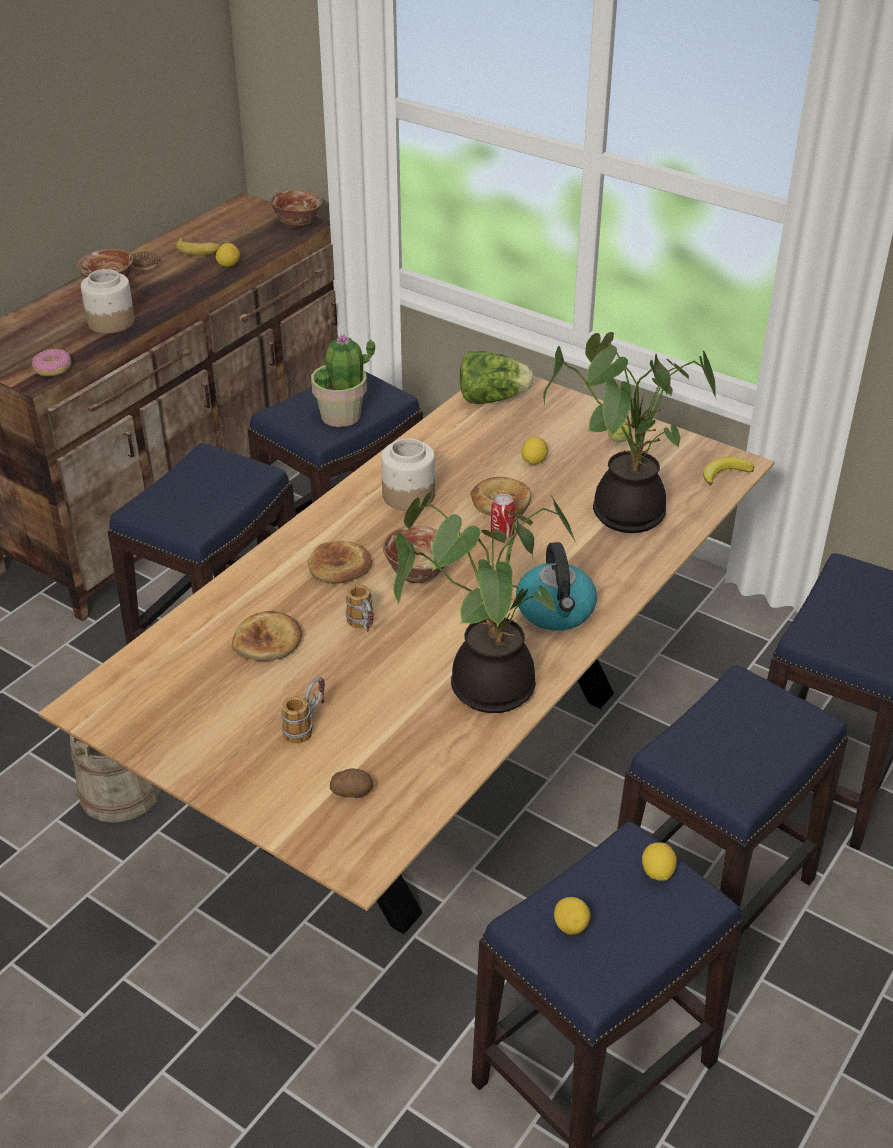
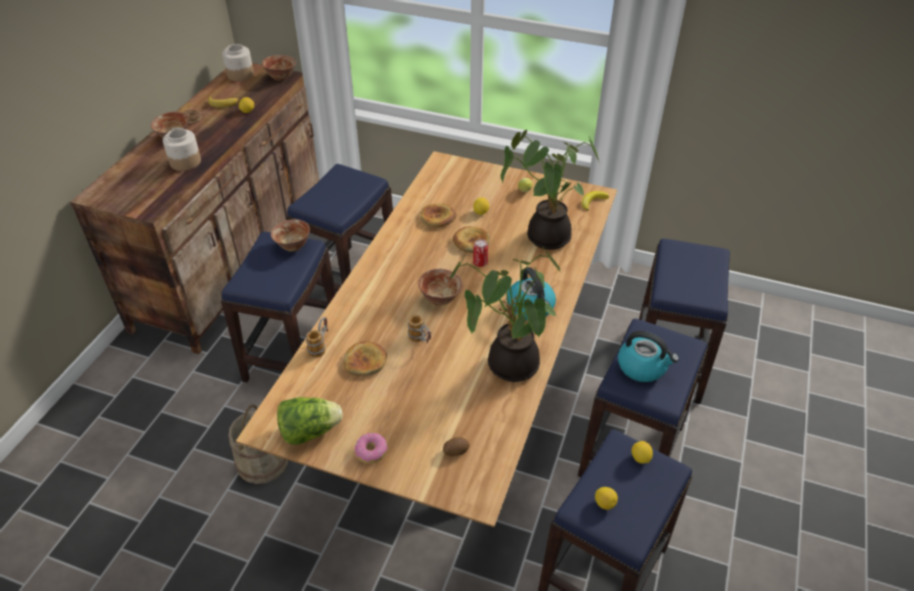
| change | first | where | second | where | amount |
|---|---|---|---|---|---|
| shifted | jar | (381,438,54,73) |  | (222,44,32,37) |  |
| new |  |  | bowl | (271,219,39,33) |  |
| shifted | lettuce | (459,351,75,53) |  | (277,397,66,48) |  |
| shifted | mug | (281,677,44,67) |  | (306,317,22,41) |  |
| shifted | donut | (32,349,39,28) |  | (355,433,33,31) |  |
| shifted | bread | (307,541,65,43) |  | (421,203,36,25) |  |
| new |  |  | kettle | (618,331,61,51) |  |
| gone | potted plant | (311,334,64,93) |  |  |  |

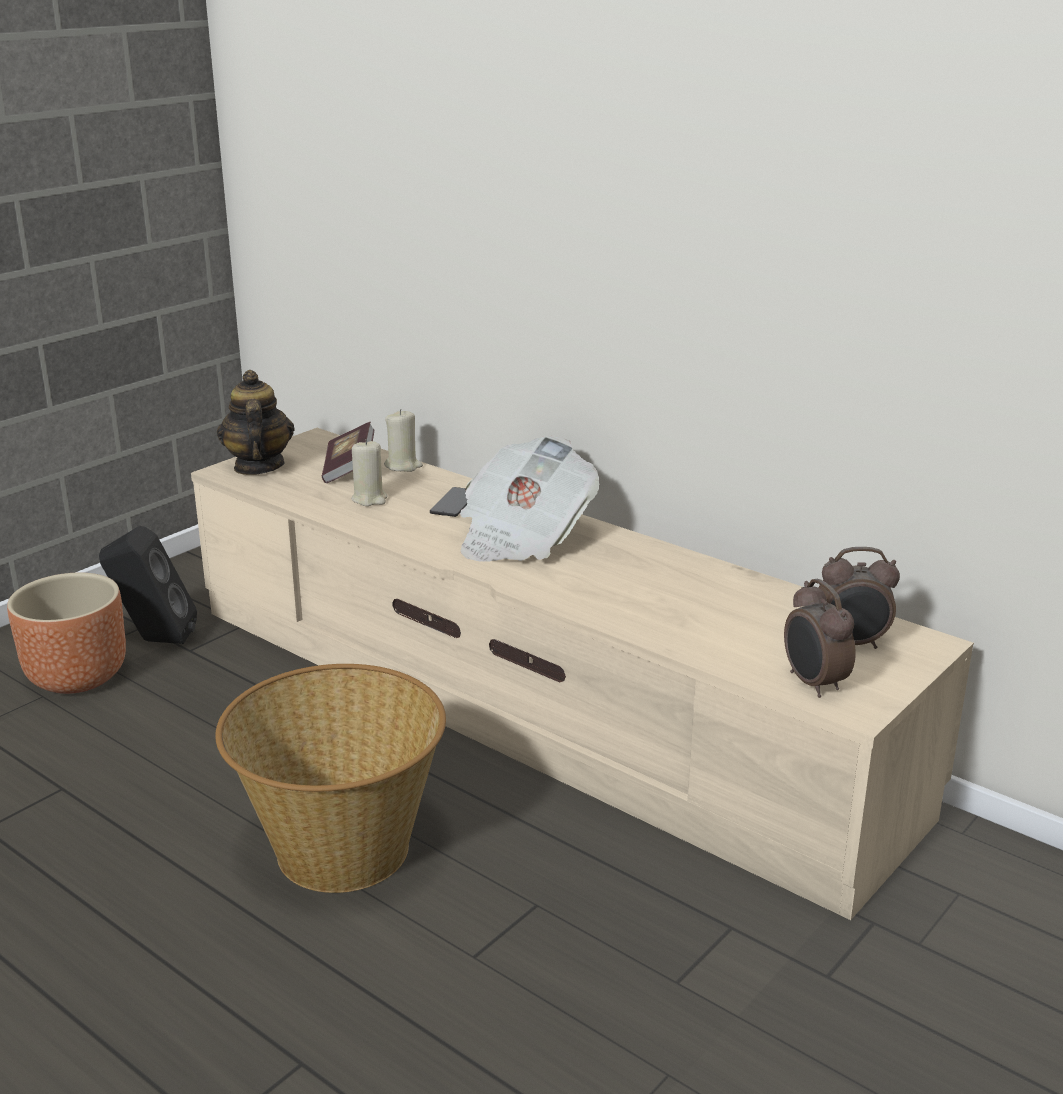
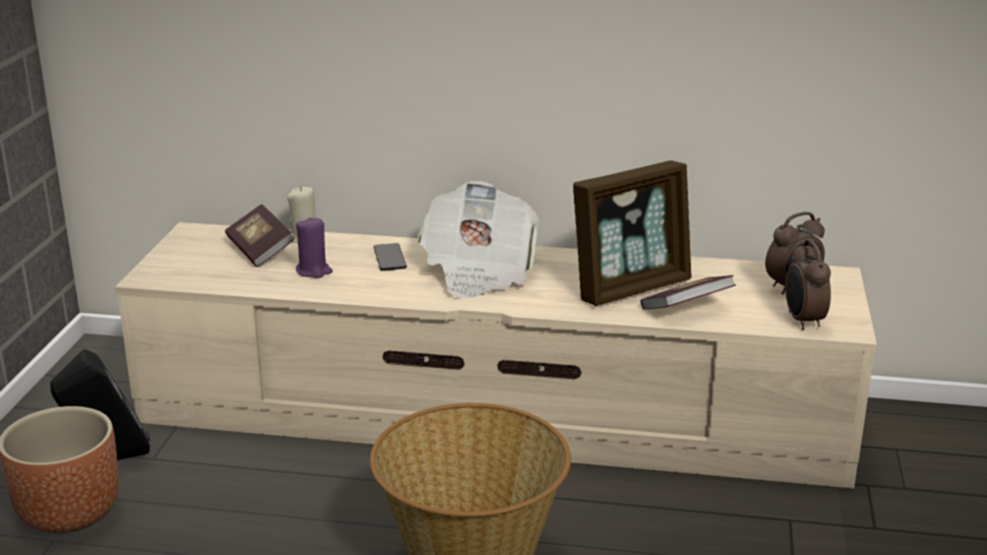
| change | first | where | second | where | amount |
|---|---|---|---|---|---|
| repainted | candle in beige | (351,439,37,67) | candle in purple | (296,217,37,61) |  |
| new |  |  | picture frame | (573,160,119,146) |  |
| new |  |  | book | (641,275,95,35) |  |
| rotated | alarm clock | (784,579,72,119) |  | (785,239,46,91) | 45 degrees clockwise |
| gone | teapot | (217,370,78,105) |  |  |  |

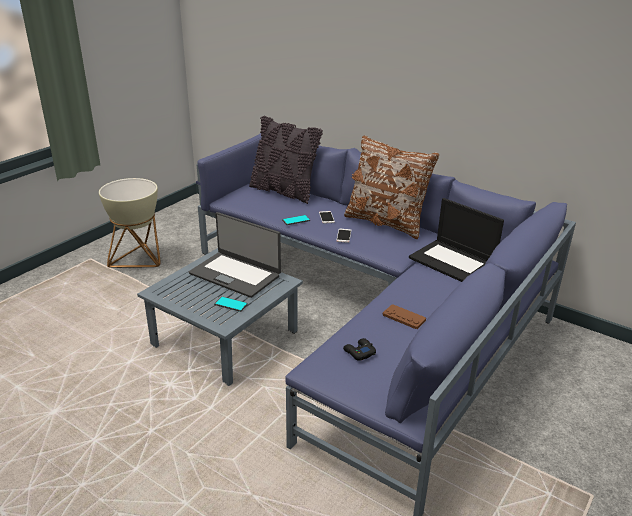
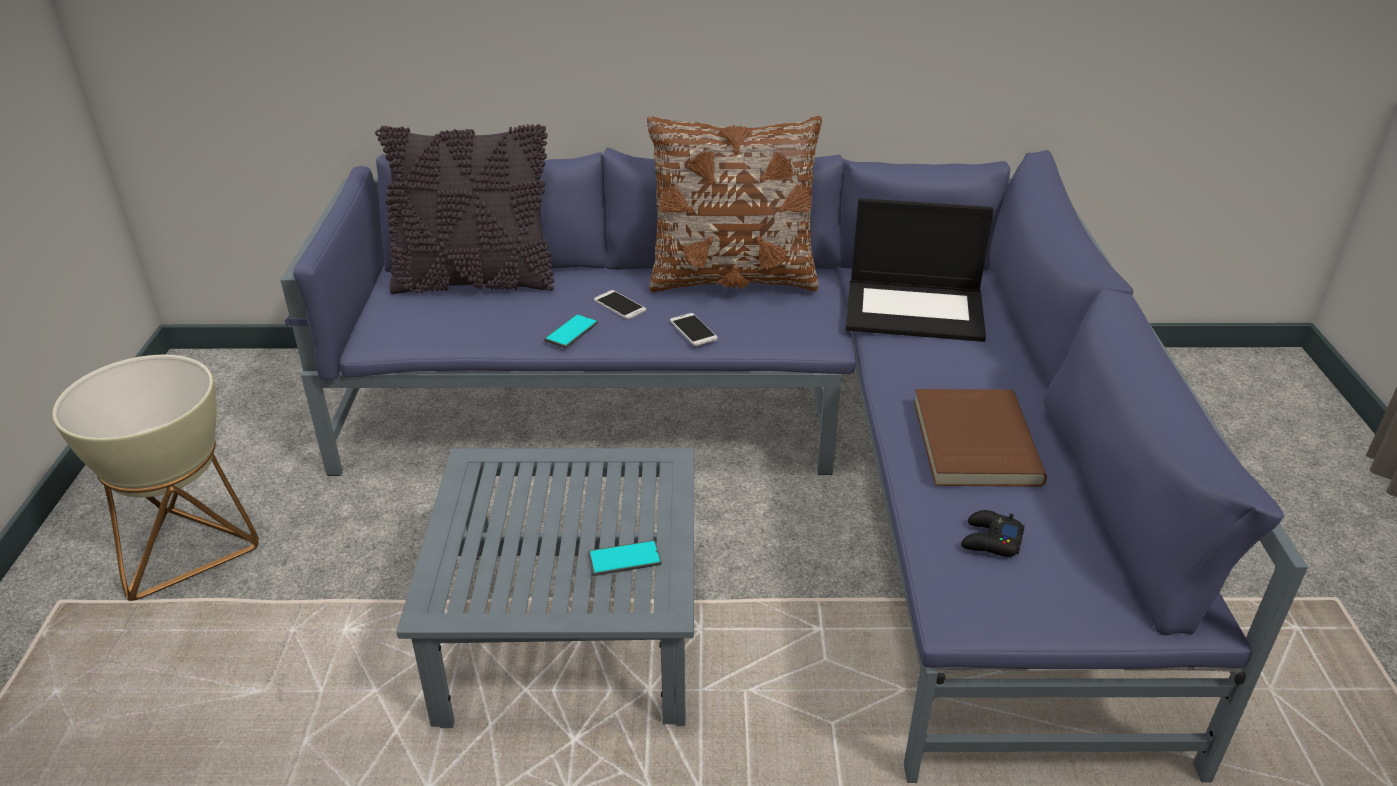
| change | first | where | second | where | amount |
|---|---|---|---|---|---|
| swapped | game controller in brown | (383,305,43,24) | book in brown | (914,389,133,98) |  |
| gone | laptop | (189,212,92,86) |  |  |  |

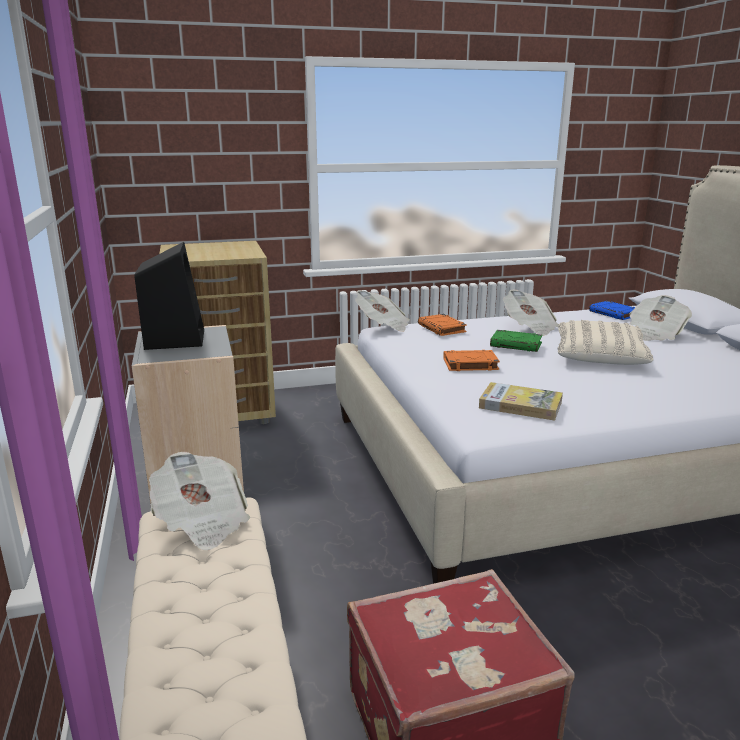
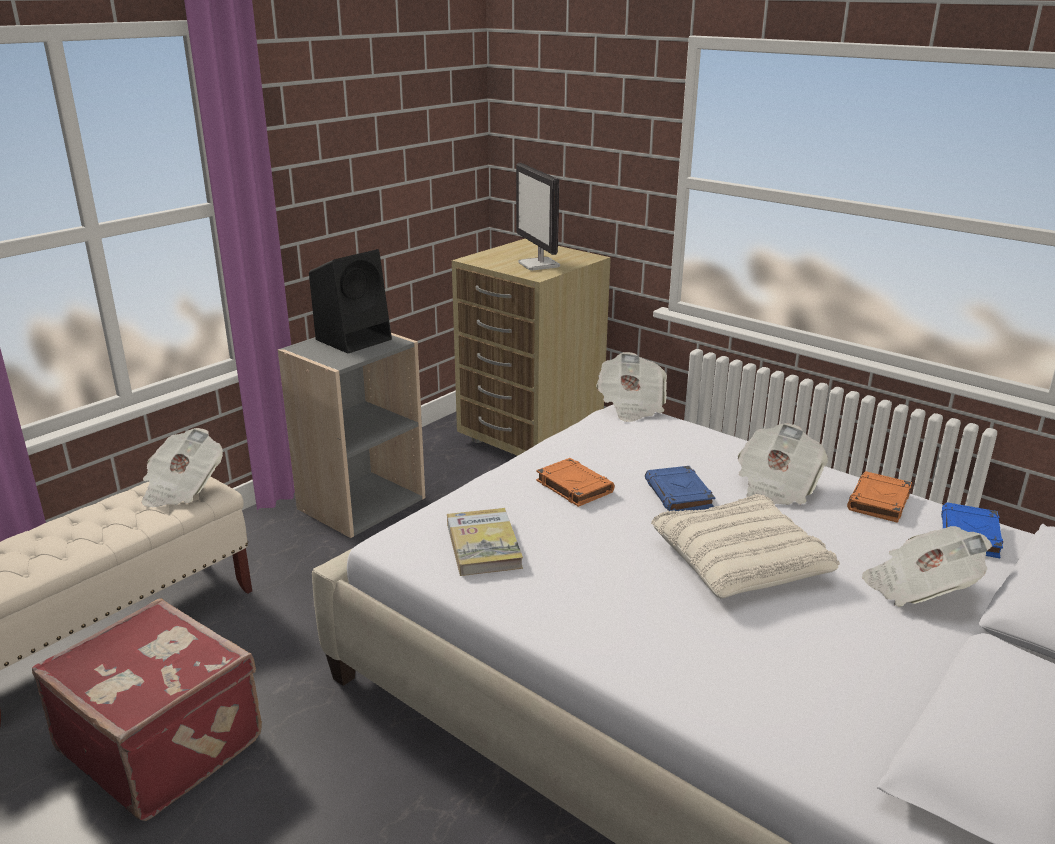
| change | first | where | second | where | amount |
|---|---|---|---|---|---|
| new |  |  | monitor | (516,163,44,107) |  |
| repainted | book in green | (490,330,53,22) | book in blue | (645,466,70,45) |  |
| shifted | book in orange | (418,314,49,22) |  | (847,471,65,52) |  |

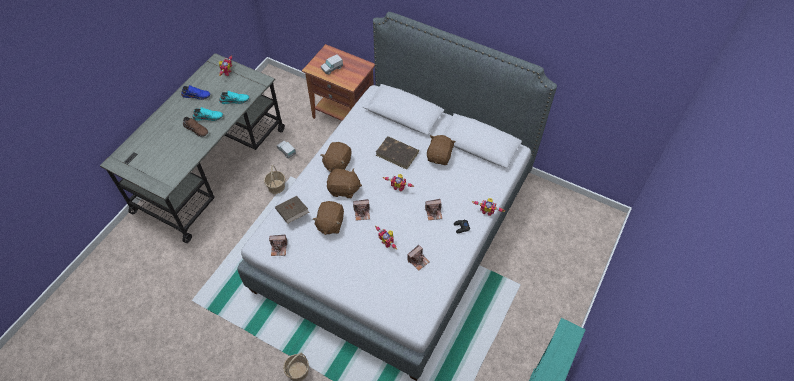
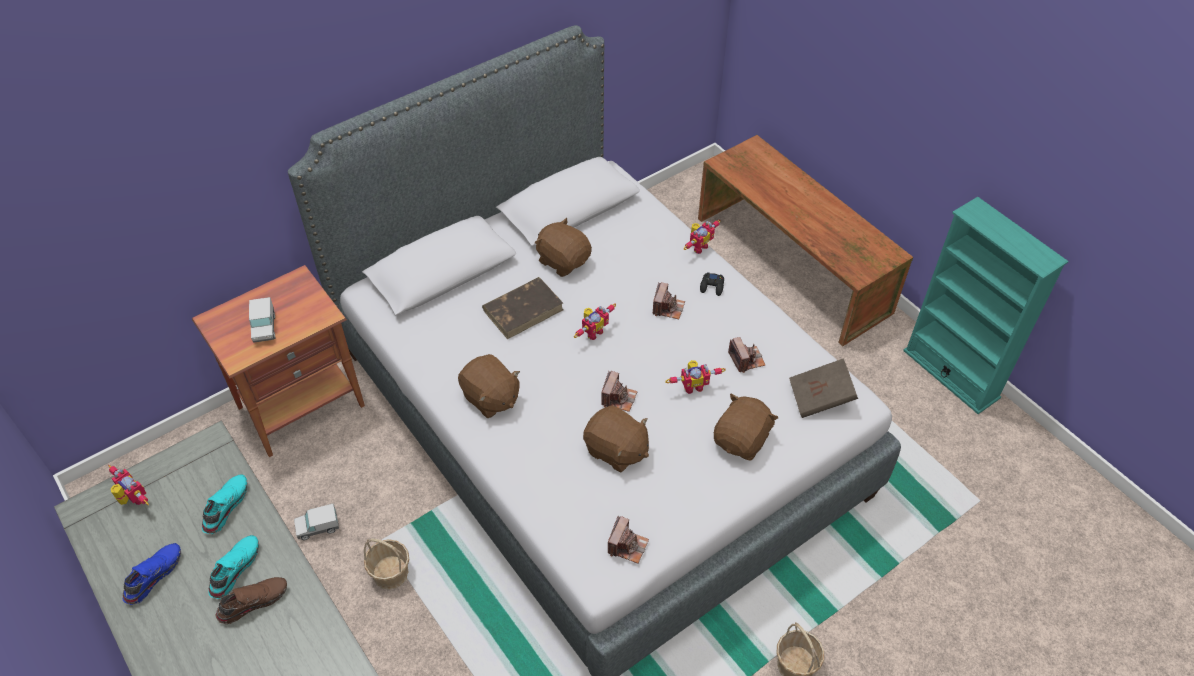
| change | first | where | second | where | amount |
|---|---|---|---|---|---|
| new |  |  | bench in brown | (698,135,215,211) |  |
| shifted | plush toy in brown | (327,168,35,30) |  | (714,393,64,68) |  |
| shifted | book in brown | (275,196,34,28) |  | (789,358,69,60) |  |

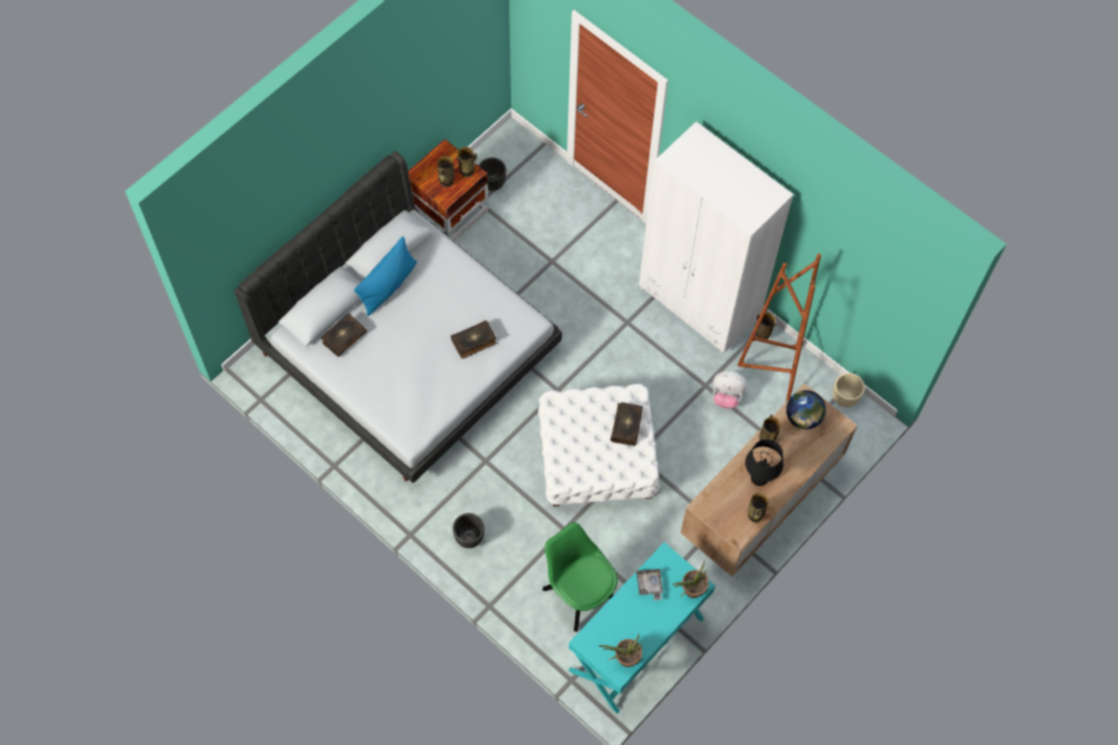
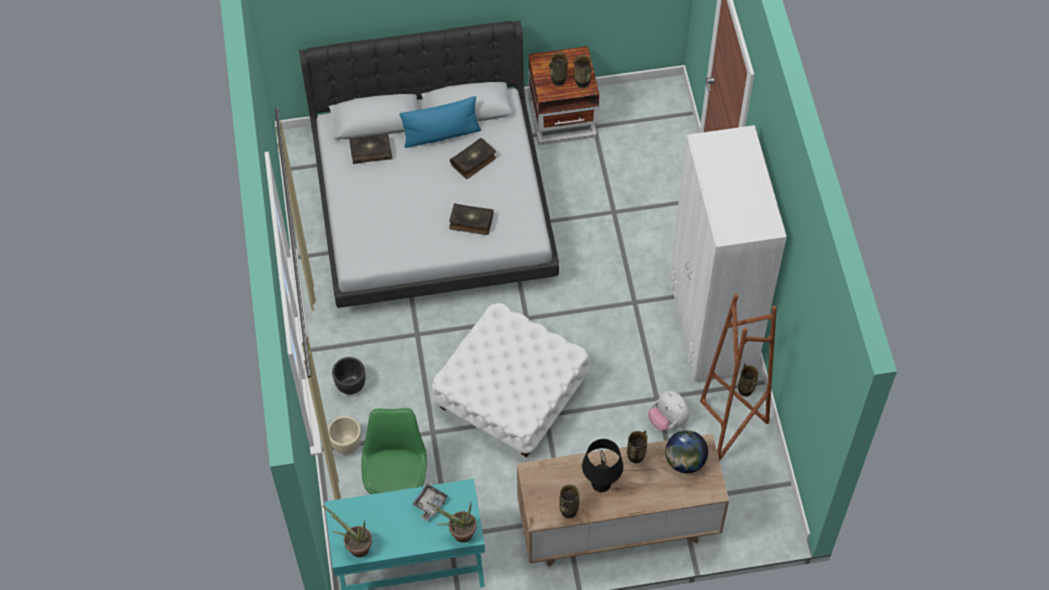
| change | first | where | second | where | amount |
|---|---|---|---|---|---|
| shifted | planter in beige | (833,373,32,34) |  | (328,416,33,38) |  |
| shifted | book | (610,402,33,44) |  | (450,138,46,41) |  |
| gone | planter in black | (479,158,27,33) |  |  |  |

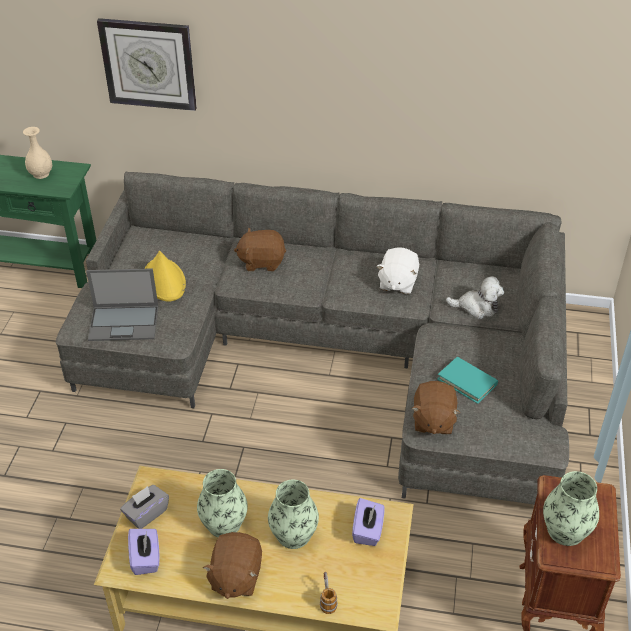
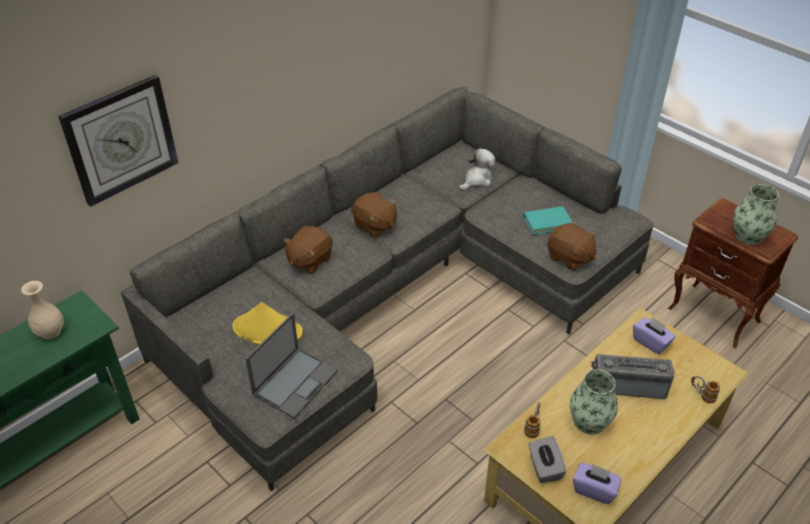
| change | first | where | second | where | amount |
|---|---|---|---|---|---|
| shifted | plush toy in brown | (203,532,59,67) |  | (351,192,46,46) |  |
| new |  |  | mug | (524,402,17,36) |  |
| swapped | vase | (268,479,51,70) | radio | (591,354,84,45) |  |
| gone | plush toy in white | (376,247,43,47) |  |  |  |

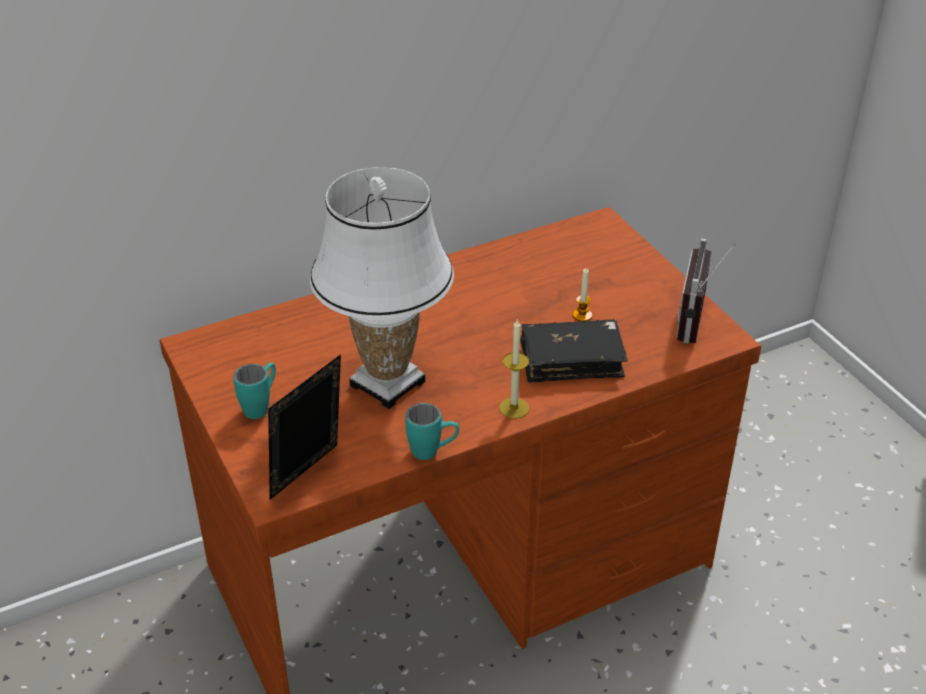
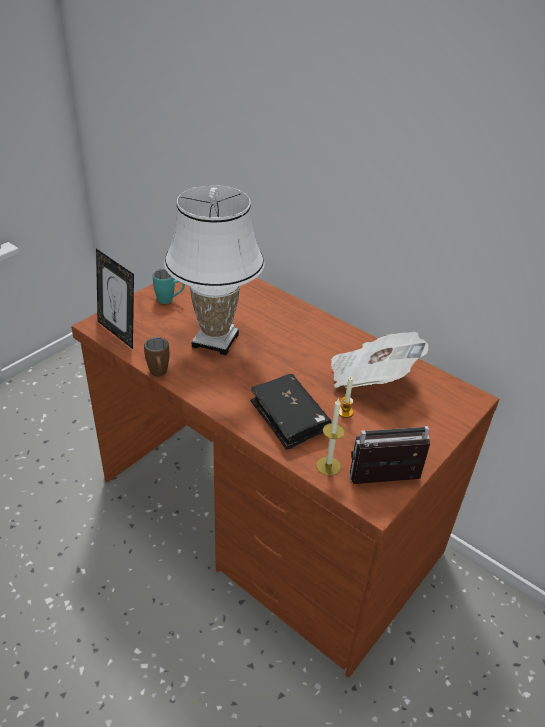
| change | first | where | second | where | amount |
|---|---|---|---|---|---|
| rotated | picture frame | (268,354,73,146) |  | (96,249,38,100) | 150 degrees counterclockwise |
| repainted | mug in turquoise | (405,403,54,57) | mug in brown | (144,337,26,39) |  |
| shifted | candle | (499,318,30,101) |  | (316,398,29,78) |  |
| new |  |  | newspaper | (331,332,97,56) |  |

